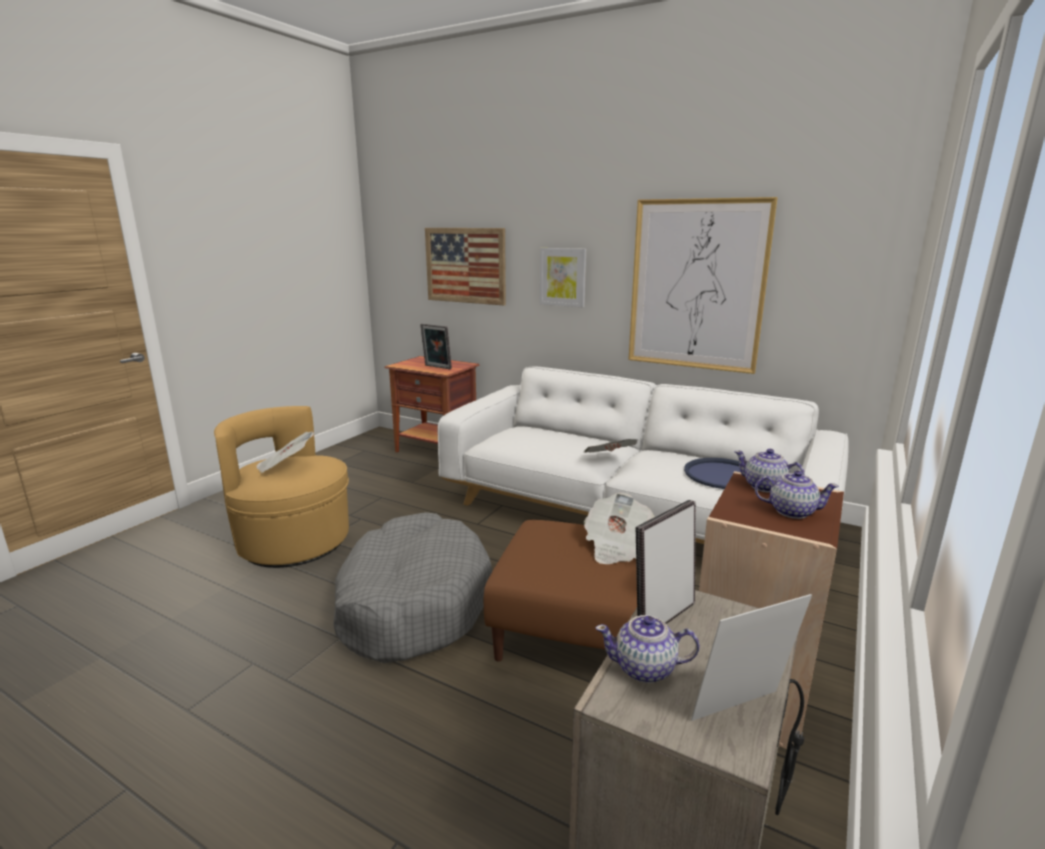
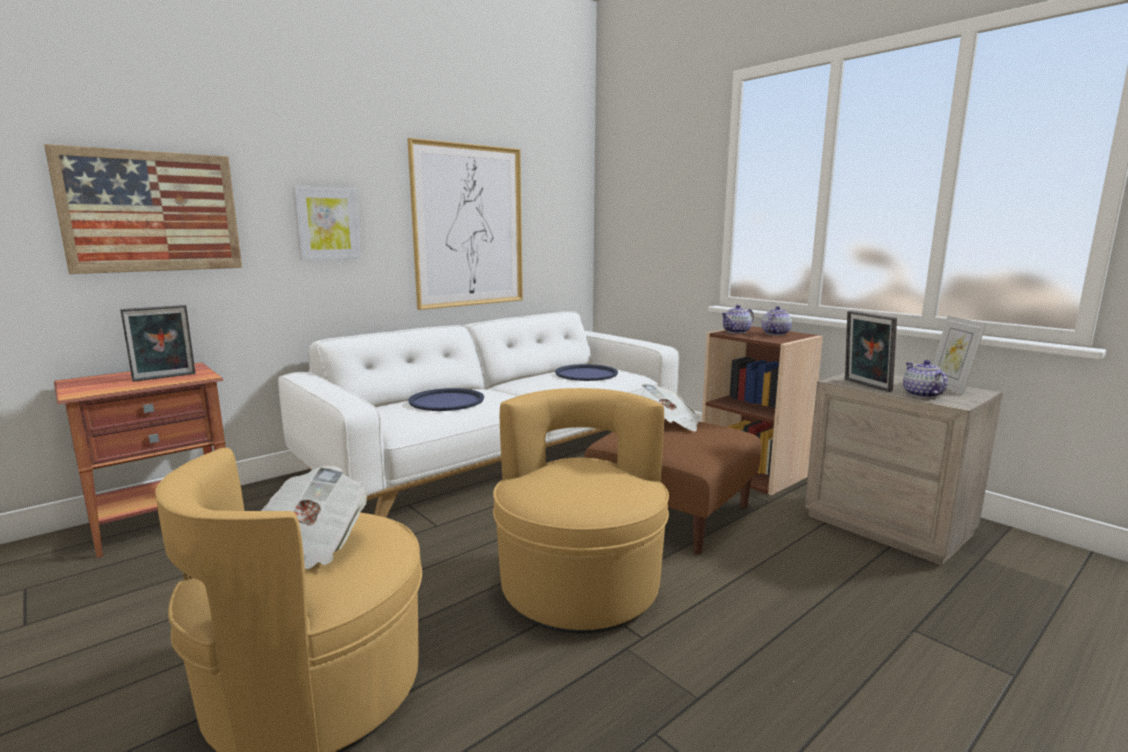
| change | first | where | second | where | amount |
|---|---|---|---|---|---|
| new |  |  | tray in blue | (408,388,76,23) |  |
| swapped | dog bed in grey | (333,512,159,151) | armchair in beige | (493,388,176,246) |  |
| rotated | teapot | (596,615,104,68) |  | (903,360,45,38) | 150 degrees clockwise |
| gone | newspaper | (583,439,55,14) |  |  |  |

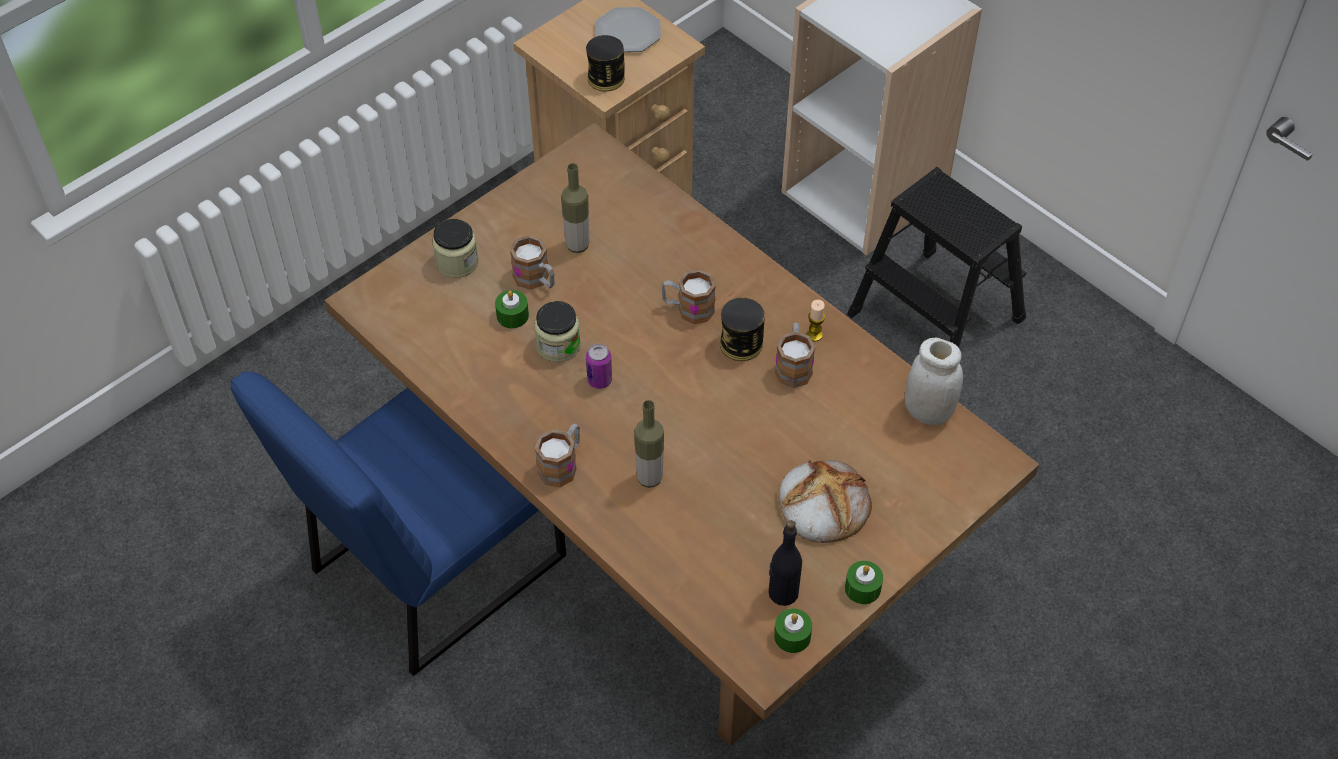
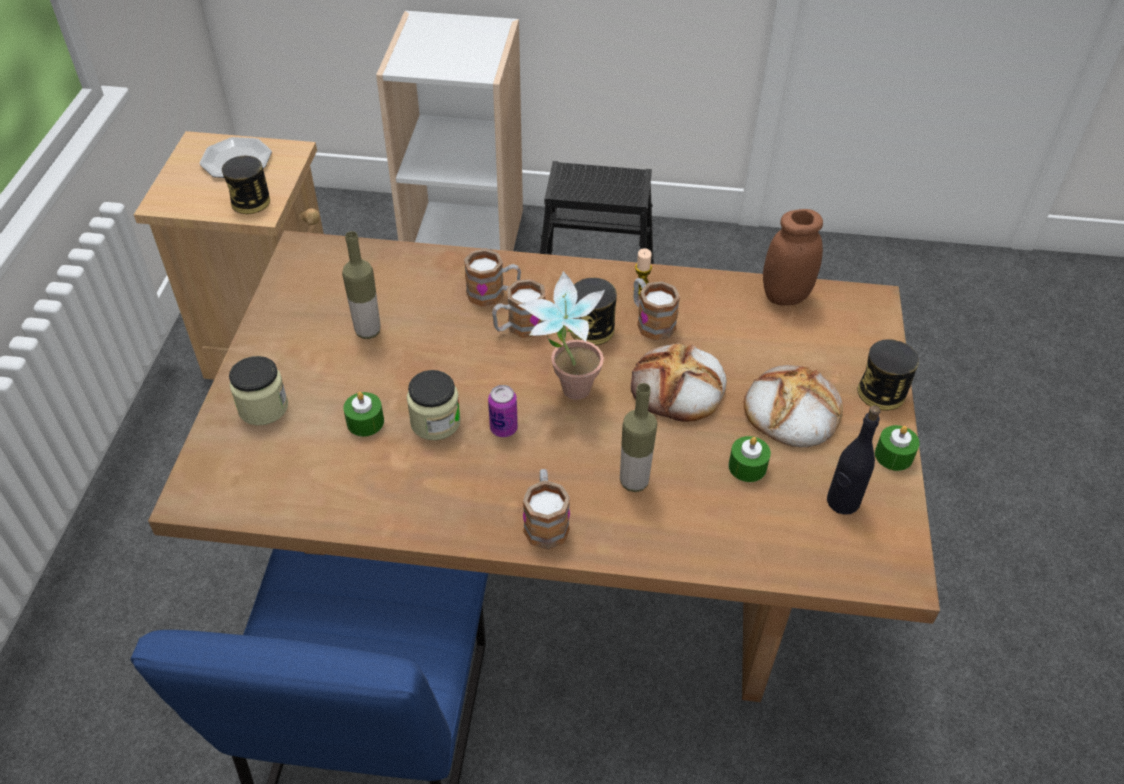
| change | first | where | second | where | amount |
|---|---|---|---|---|---|
| shifted | mug | (510,235,44,55) |  | (464,248,57,59) |  |
| new |  |  | potted plant | (518,271,87,129) |  |
| new |  |  | bread | (631,343,96,79) |  |
| shifted | candle in green | (774,609,38,44) |  | (728,436,43,46) |  |
| repainted | jar in white | (905,338,58,87) | jar in brown | (763,209,60,96) |  |
| new |  |  | can | (857,339,62,72) |  |

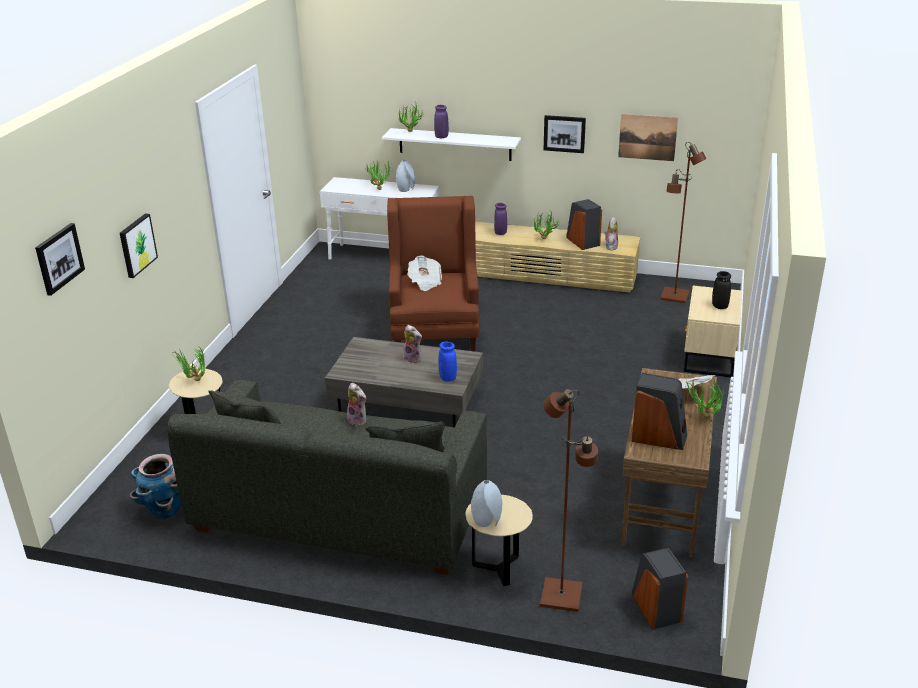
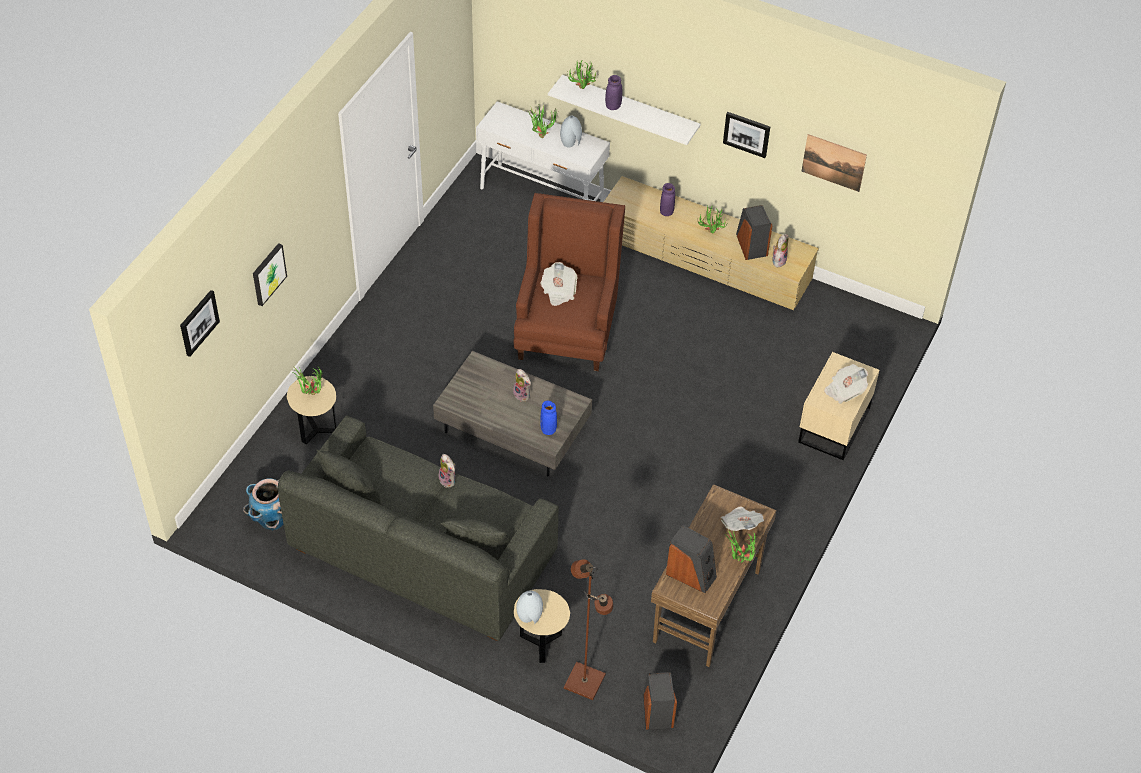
| change | first | where | second | where | amount |
|---|---|---|---|---|---|
| swapped | vase in black | (712,271,19,38) | newspaper | (824,364,44,40) |  |
| gone | floor lamp in brown | (660,142,46,161) |  |  |  |

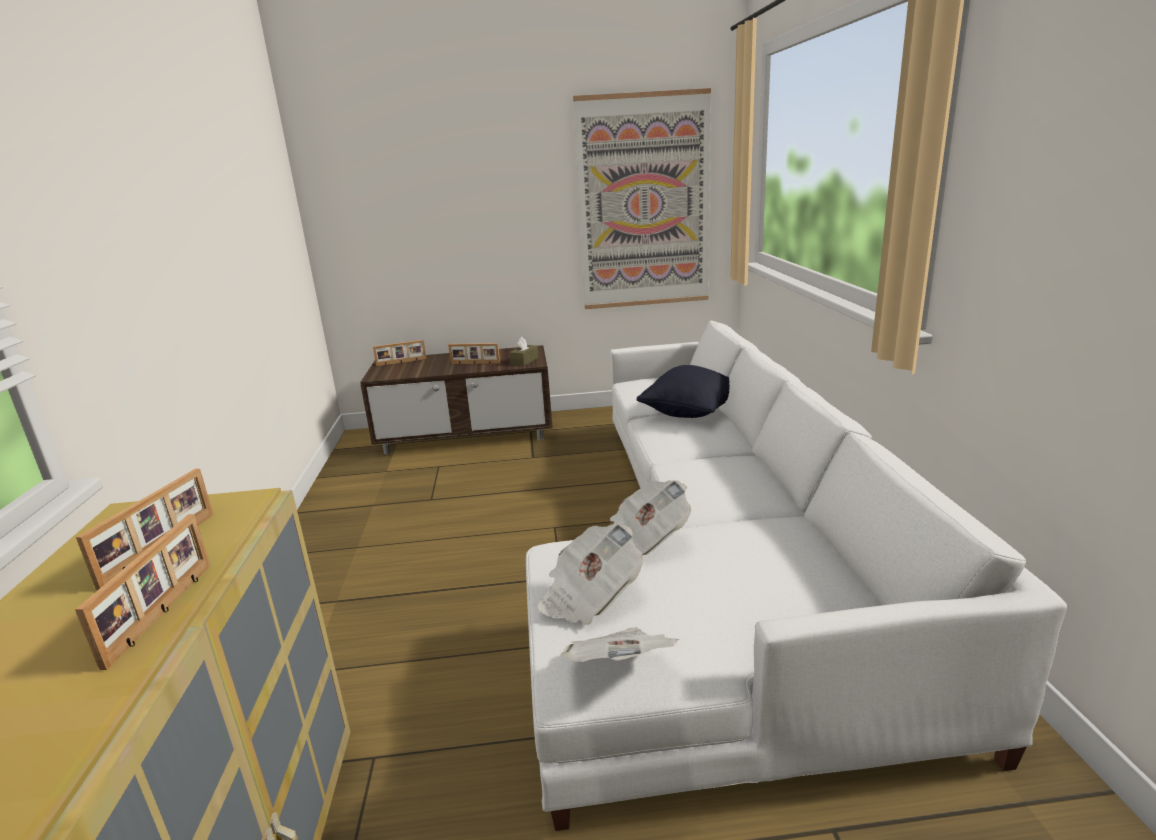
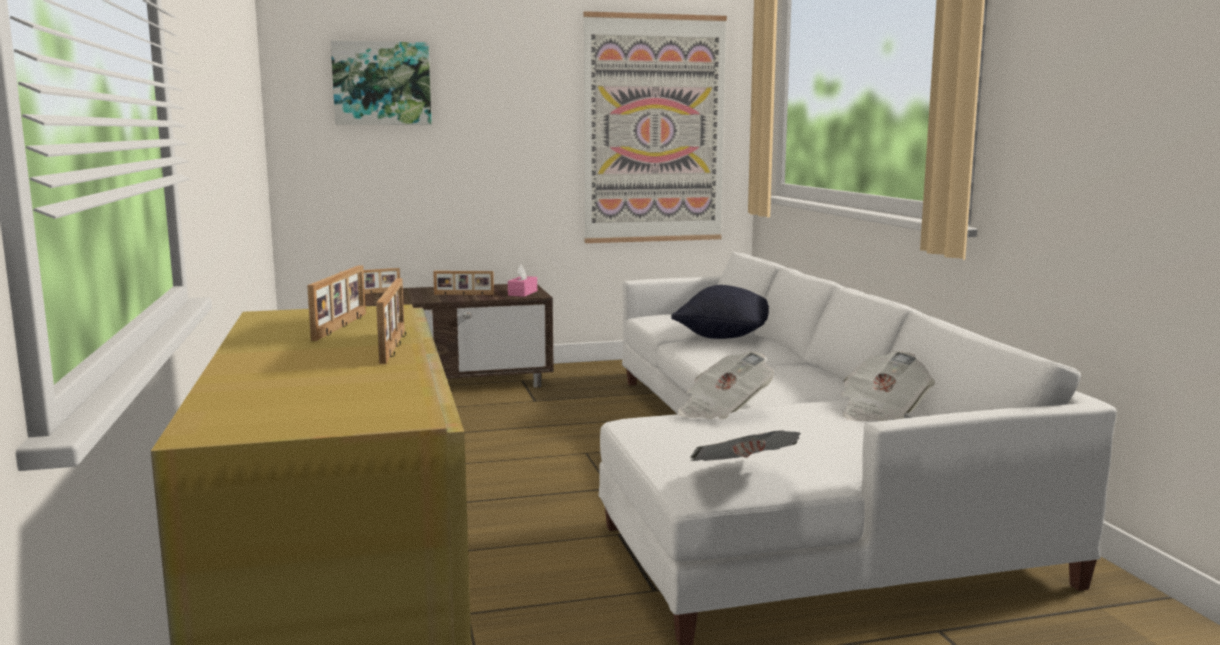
| change | first | where | second | where | amount |
|---|---|---|---|---|---|
| new |  |  | picture | (331,40,101,85) |  |
| repainted | tissue box in brown | (510,337,29,29) | tissue box in pink | (508,265,29,32) |  |
| shifted | newspaper | (538,524,105,101) |  | (841,351,94,70) |  |

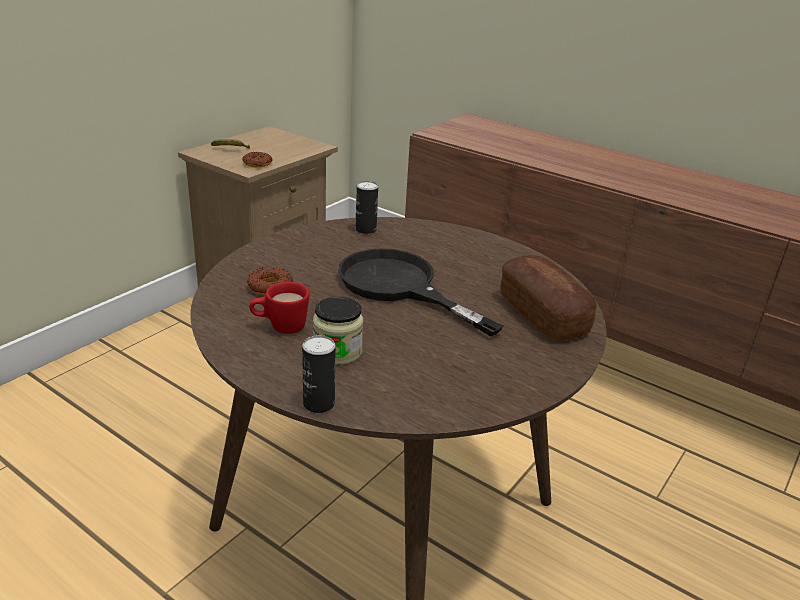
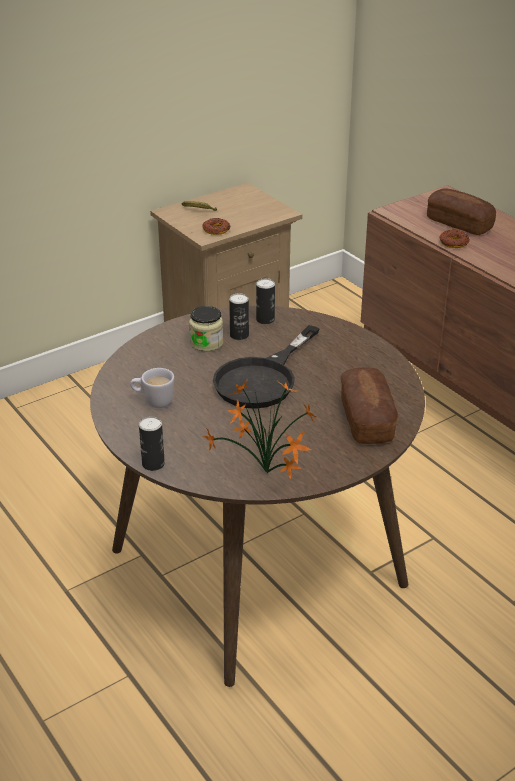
| change | first | where | second | where | amount |
|---|---|---|---|---|---|
| repainted | mug in red | (249,282,60,52) | mug in white | (130,368,44,40) |  |
| shifted | jar | (313,297,50,68) |  | (189,306,34,46) |  |
| new |  |  | potted plant | (203,378,114,101) |  |
| rotated | frying pan in black | (338,248,165,88) |  | (213,325,107,84) | 120 degrees counterclockwise |
| new |  |  | can | (229,293,20,47) |  |
| new |  |  | bread | (427,188,69,47) |  |
| shifted | donut | (247,267,46,28) |  | (440,230,30,18) |  |

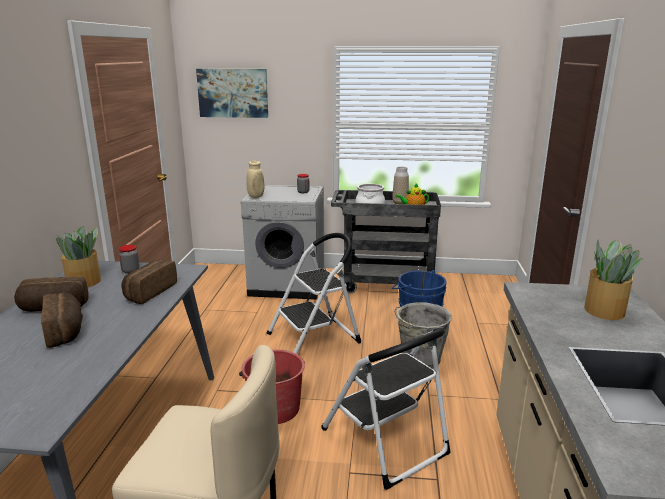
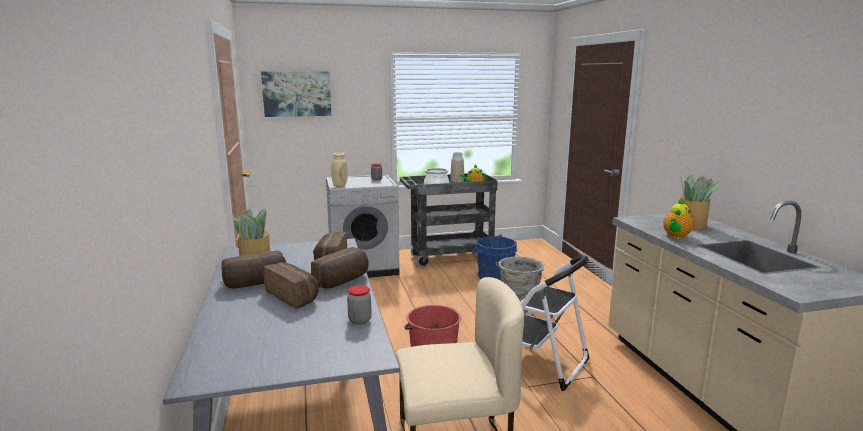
| change | first | where | second | where | amount |
|---|---|---|---|---|---|
| new |  |  | bread | (311,247,58,42) |  |
| shifted | jar | (119,245,21,29) |  | (347,285,25,39) |  |
| new |  |  | teapot | (663,198,31,41) |  |
| gone | step ladder | (267,233,94,121) |  |  |  |

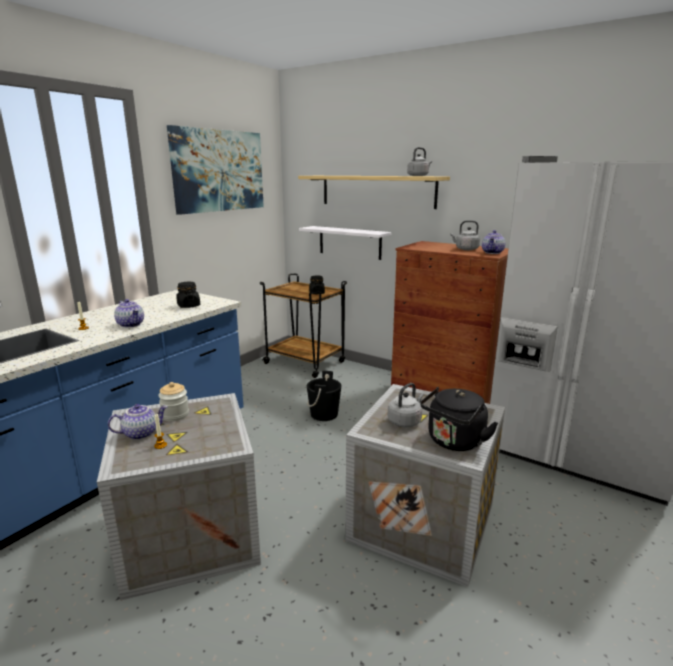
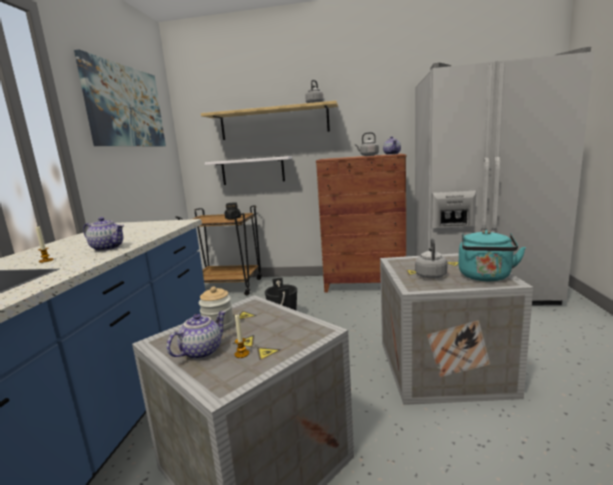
| change | first | where | second | where | amount |
|---|---|---|---|---|---|
| repainted | kettle in black | (420,387,78,64) | kettle in turquoise | (458,230,68,51) |  |
| gone | jar in black | (176,282,24,26) |  |  |  |

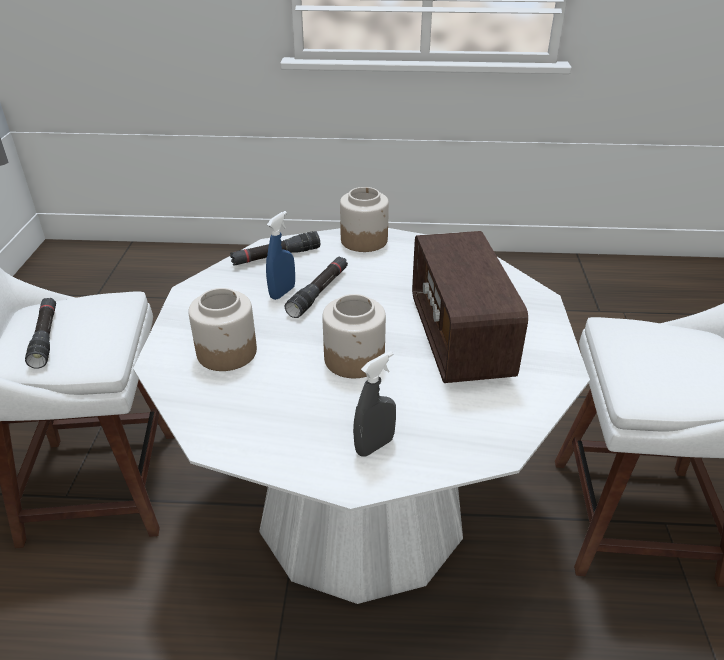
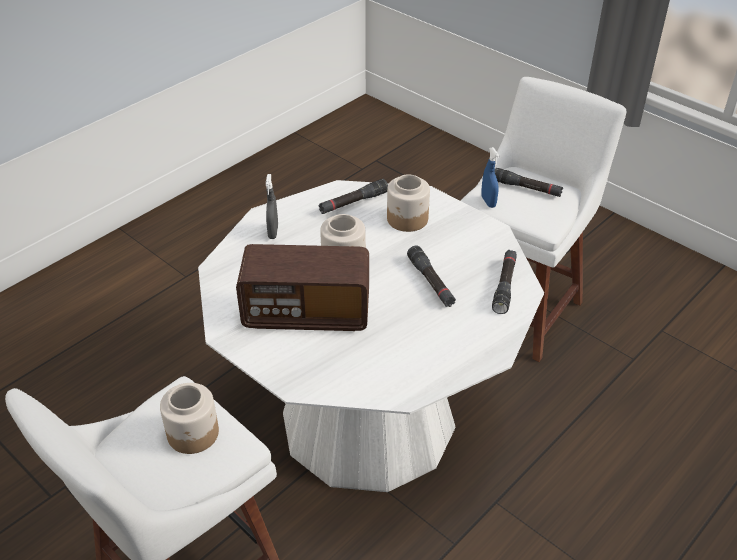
| change | first | where | second | where | amount |
|---|---|---|---|---|---|
| shifted | jar | (340,187,49,65) |  | (160,383,59,71) |  |
| rotated | radio | (412,231,116,152) |  | (236,244,133,87) | 150 degrees clockwise |
| new |  |  | flashlight in black | (319,179,69,35) |  |
| shifted | spray bottle in blue | (266,211,29,89) |  | (481,147,19,61) |  |

